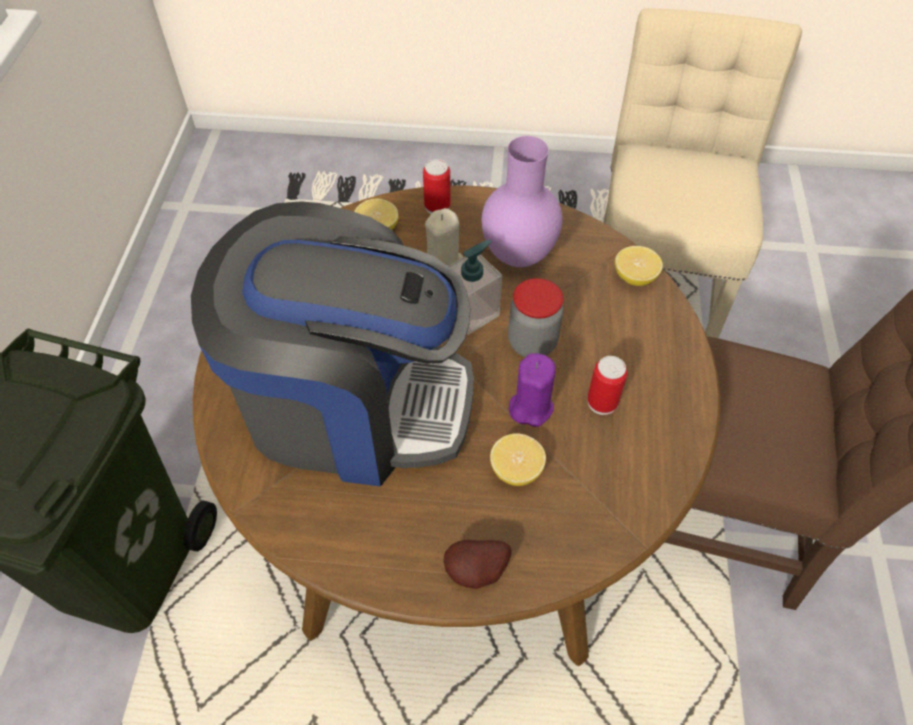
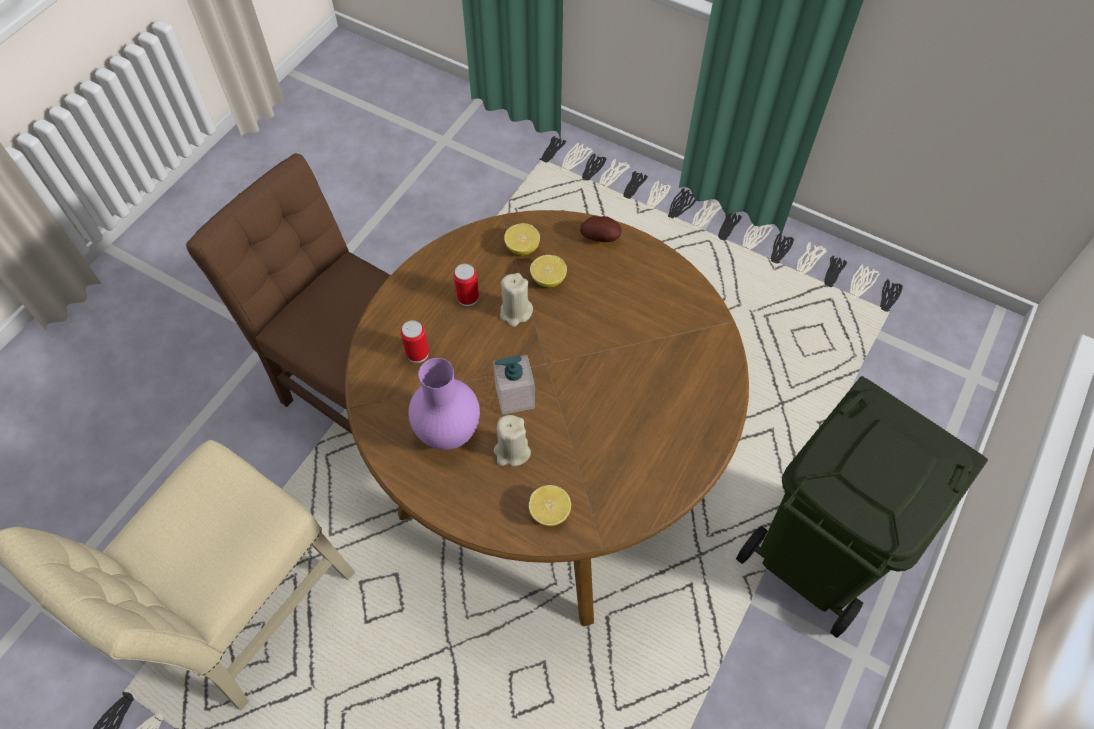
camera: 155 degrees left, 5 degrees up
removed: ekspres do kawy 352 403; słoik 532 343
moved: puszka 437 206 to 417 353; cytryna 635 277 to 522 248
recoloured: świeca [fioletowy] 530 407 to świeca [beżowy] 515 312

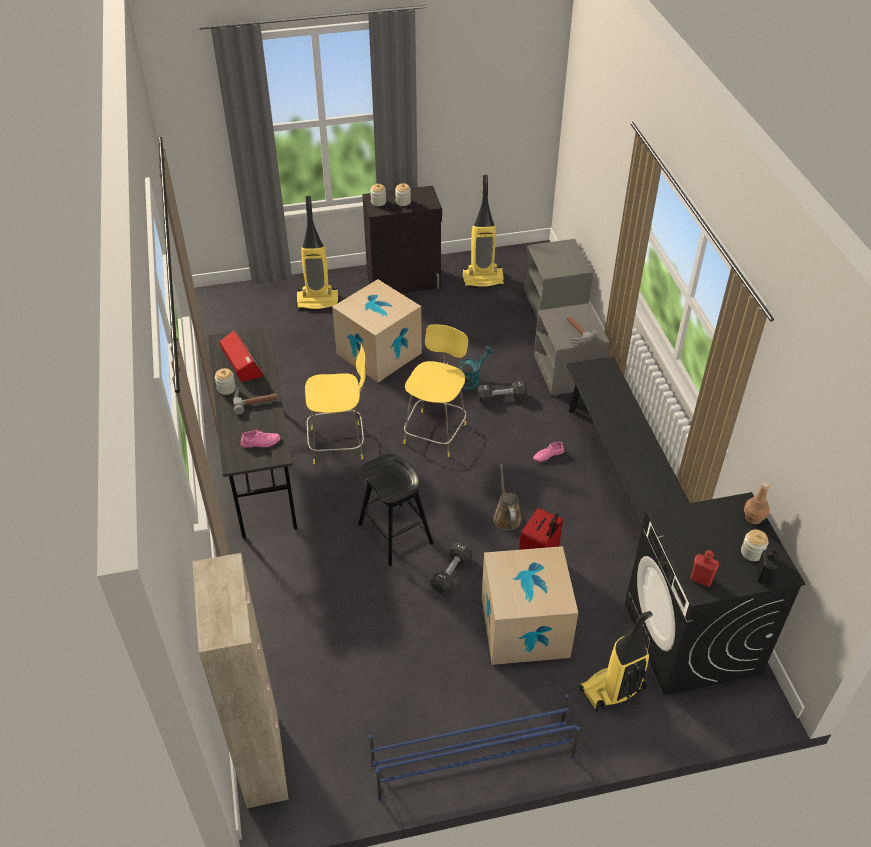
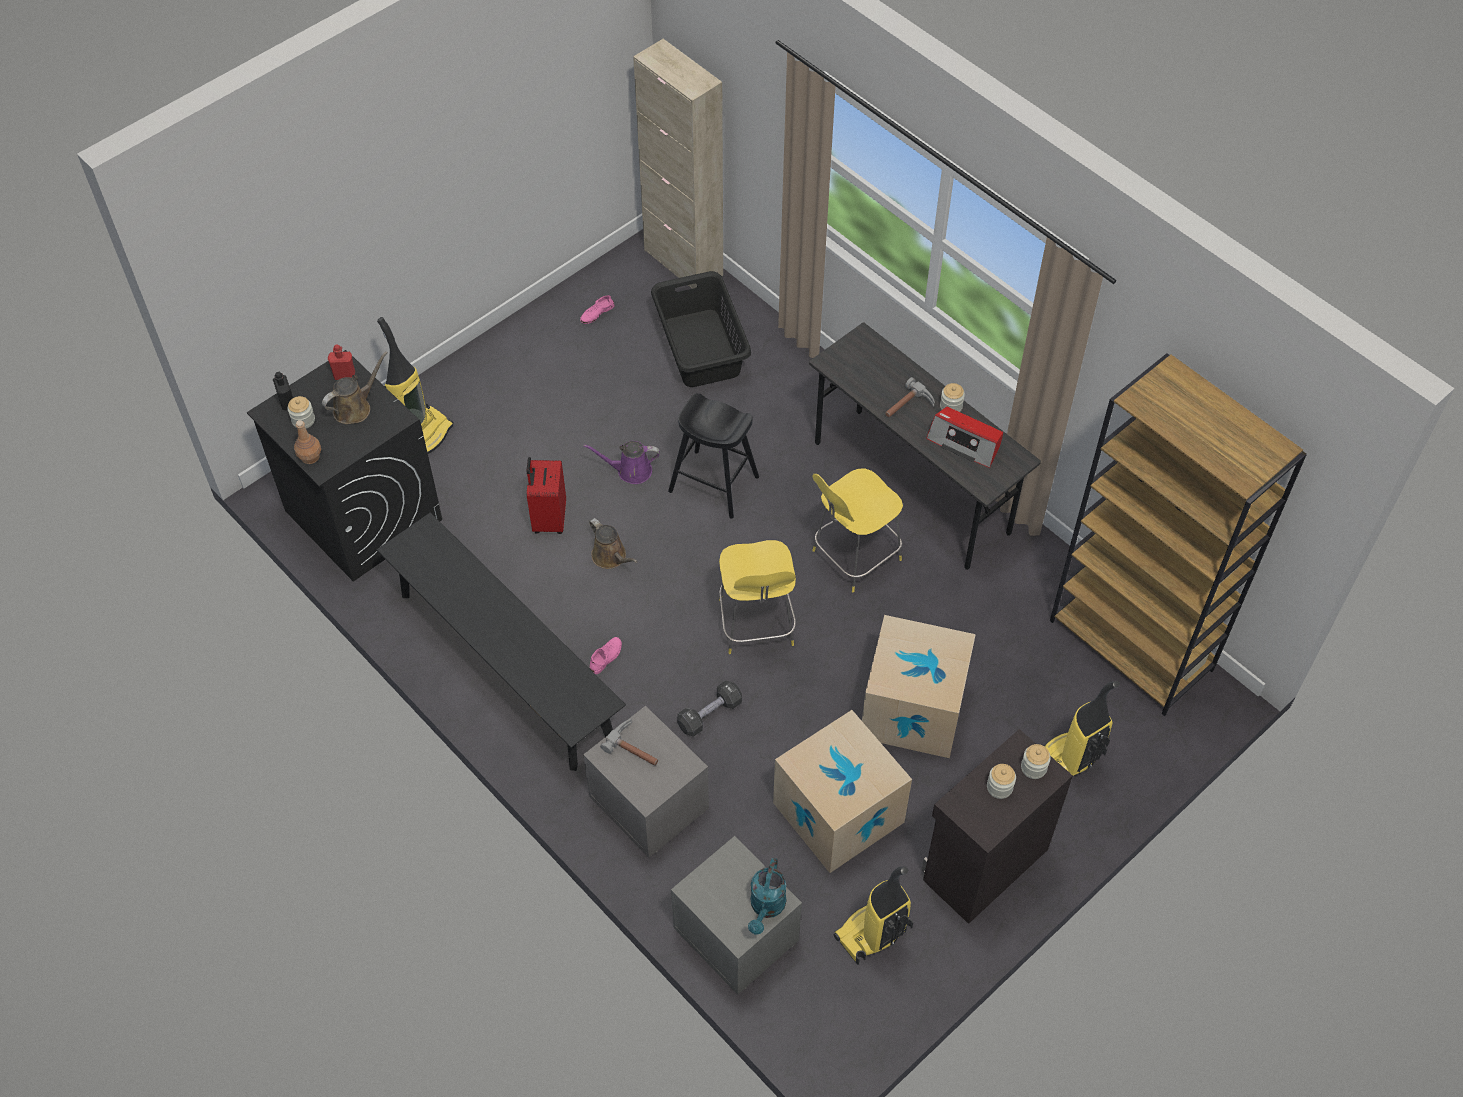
camera: 150 degrees right, 10 degrees up
removed: regał na buty [niebieski] 472 760
added: konewka [brązowy] 355 407; kosz na pranie [czarny] 701 347; regał [brązowy] 1132 645
moved: but [różowy] 260 442 to 597 313; konewka [turkusowy] 471 380 to 766 907; karton 524 627 to 838 812
replaced: hantel [czarny] 451 573 to konewka [fioletowy] 630 471

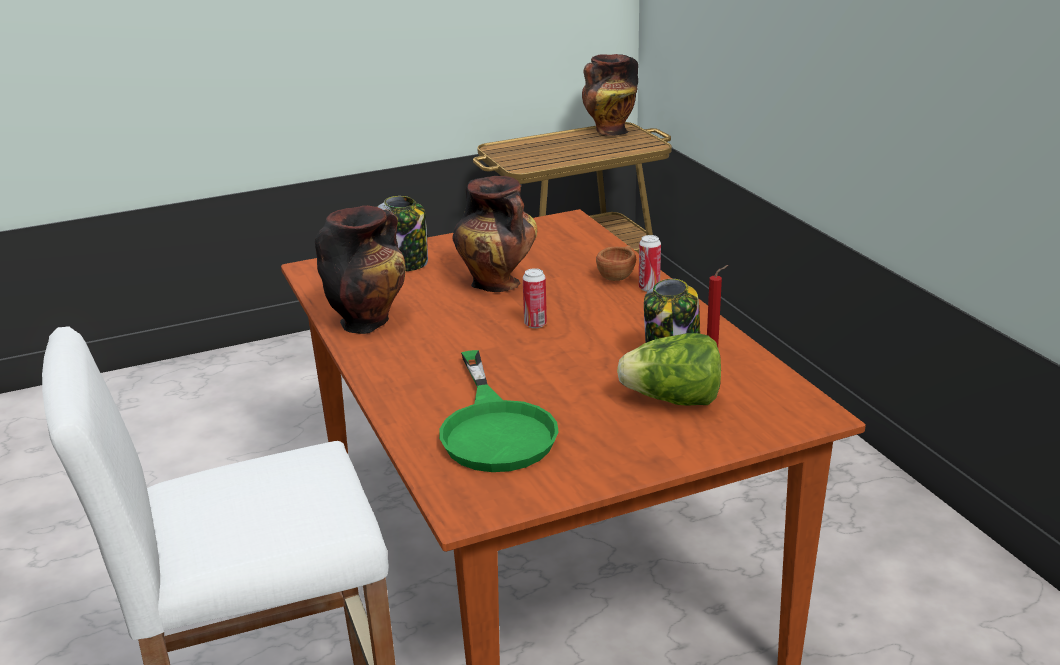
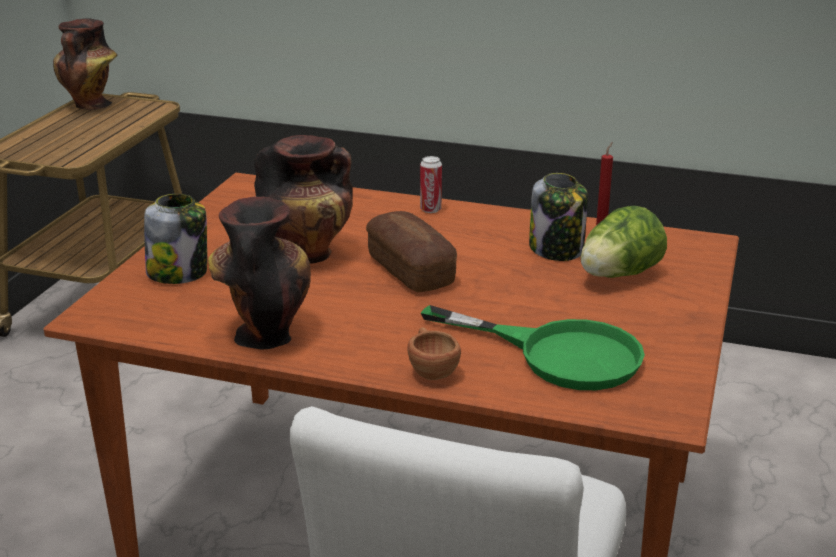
camera: 50 degrees left, 0 degrees up
moved: filiżanka [brązowy] 618 276 to 431 370
replaced: puszka 535 324 to chleb 410 270

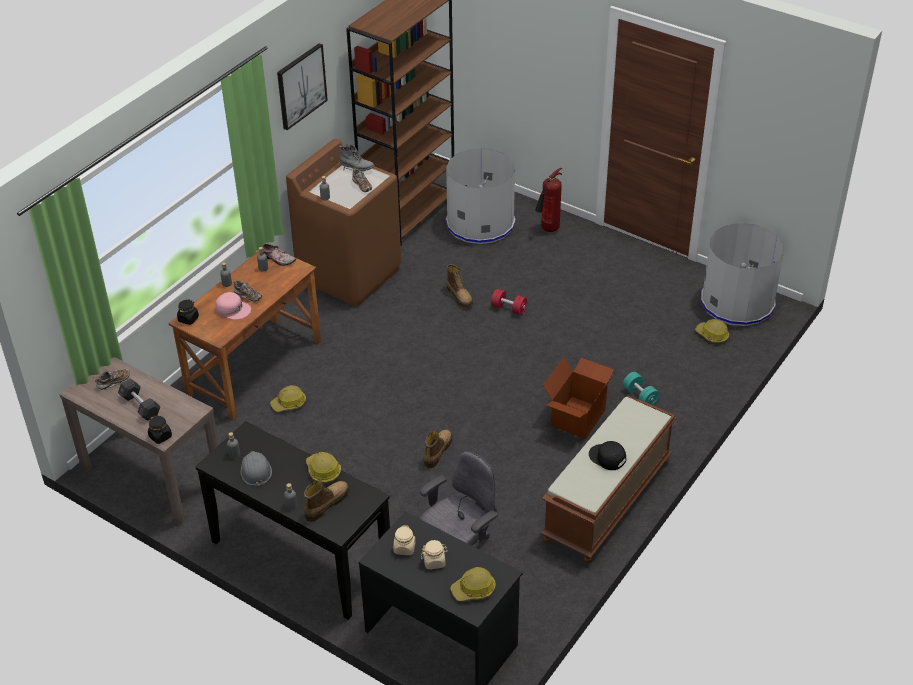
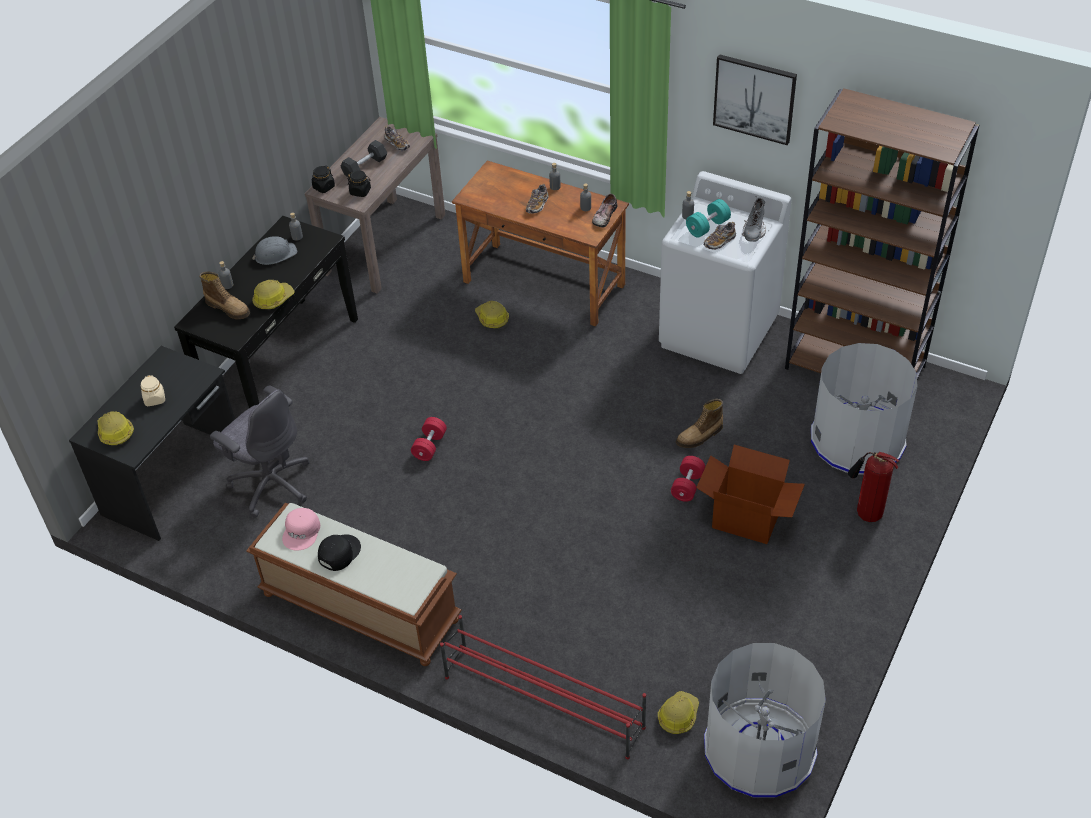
camera: 85 degrees right, 5 degrees up
removed: słoik [beżowy] 404 548
added: regał na buty [czerwony] 543 701
moved: słoik [czarny] 188 319 to 360 191; czapka z daszkiem [różowy] 233 309 to 302 532; karton 577 417 to 747 517; hantel [turkusowy] 640 396 to 707 227
replaced: but z cholewką 437 451 to hantel [czerwony] 429 446
recoloured: pralka [brązowy] 350 274 to pralka [biały] 719 332

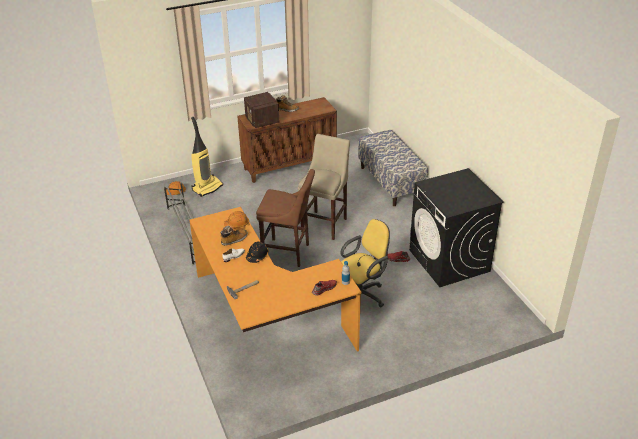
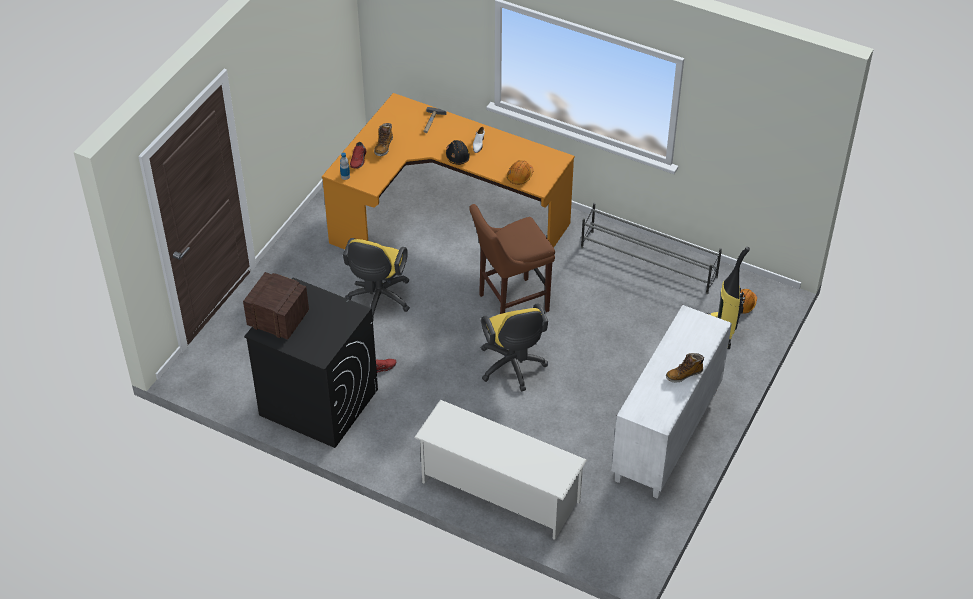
camera: 140 degrees right, 10 degrees up
moved: but z cholewką 234 240 to 384 146; radio 262 121 to 277 319
replaced: stołek [beżowy] 325 224 to krzesło biurowe [żółty] 513 368; ławka 391 182 to regał na buty [biały] 499 492
recoloured: szafka [brązowy] 289 165 to szafka [biały] 667 436

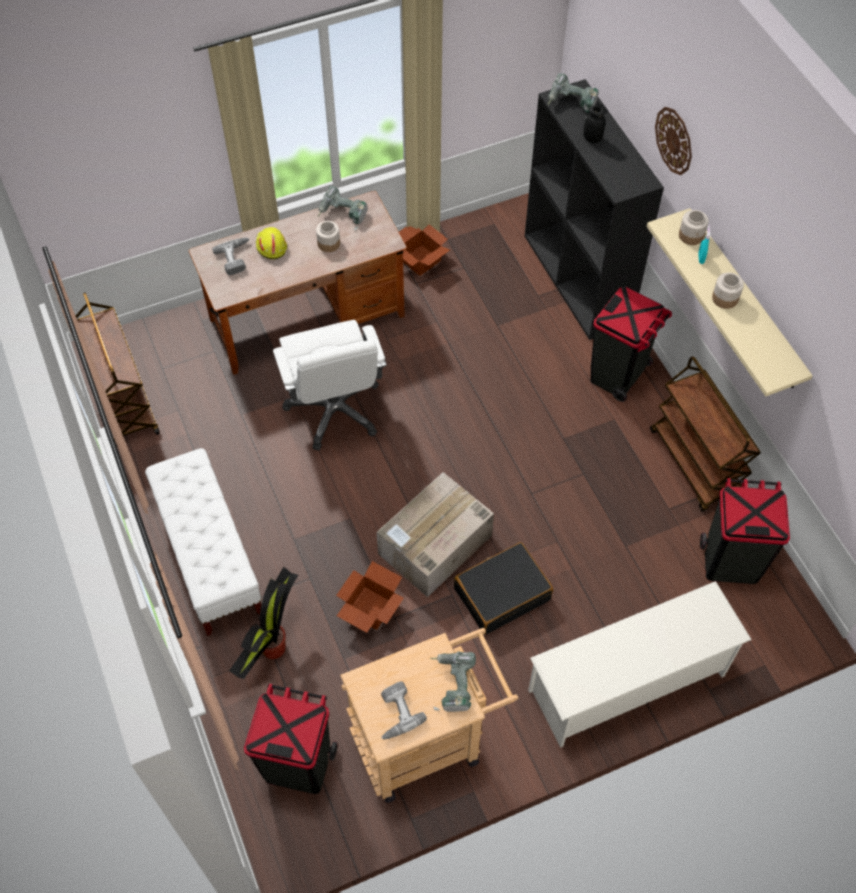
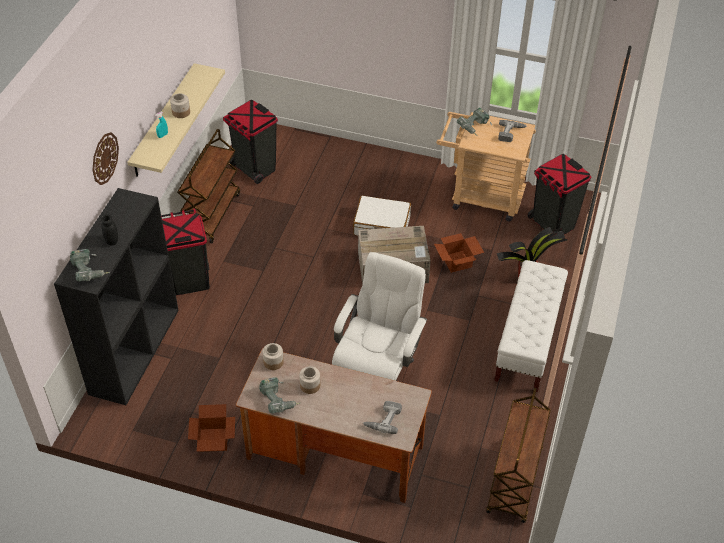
camera: 140 degrees left, 10 degrees down
removed: kask [żółty] 270 246; regał na buty [biały] 627 683
moved: słoik 691 235 to 273 362
recoloured: walizka [czarny] 502 593 to walizka [biały] 381 226

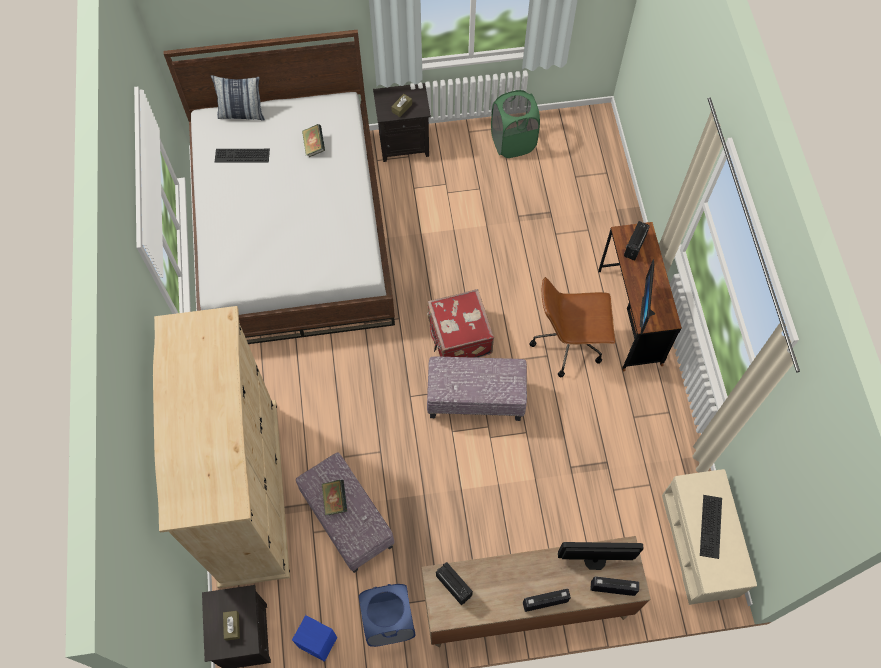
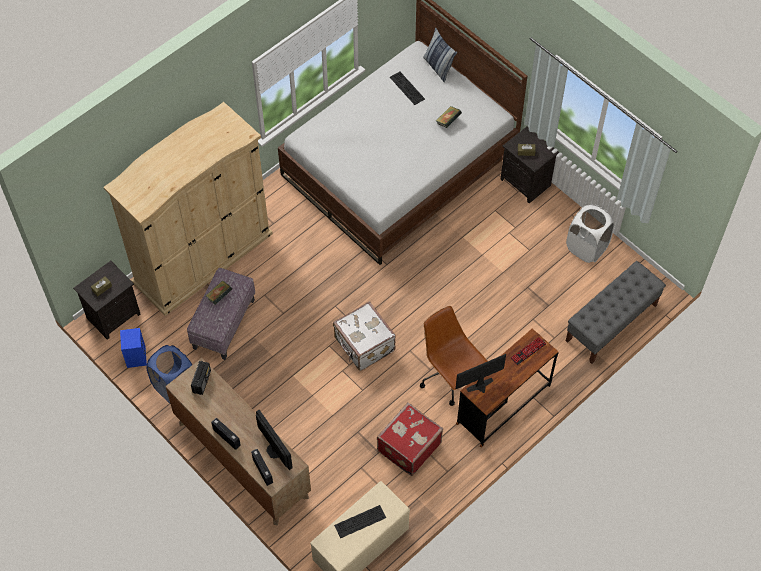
camera: 55 degrees right, 5 degrees down
added: ławka [szary] 611 323
moved: walizka [czerwony] 458 337 to 408 446
replaced: pufa 476 398 to walizka [biały] 364 345; radio 634 246 to klawiatura 528 351
recoloured: kosz na pranie [zielony] 513 143 to kosz na pranie [biały] 587 247

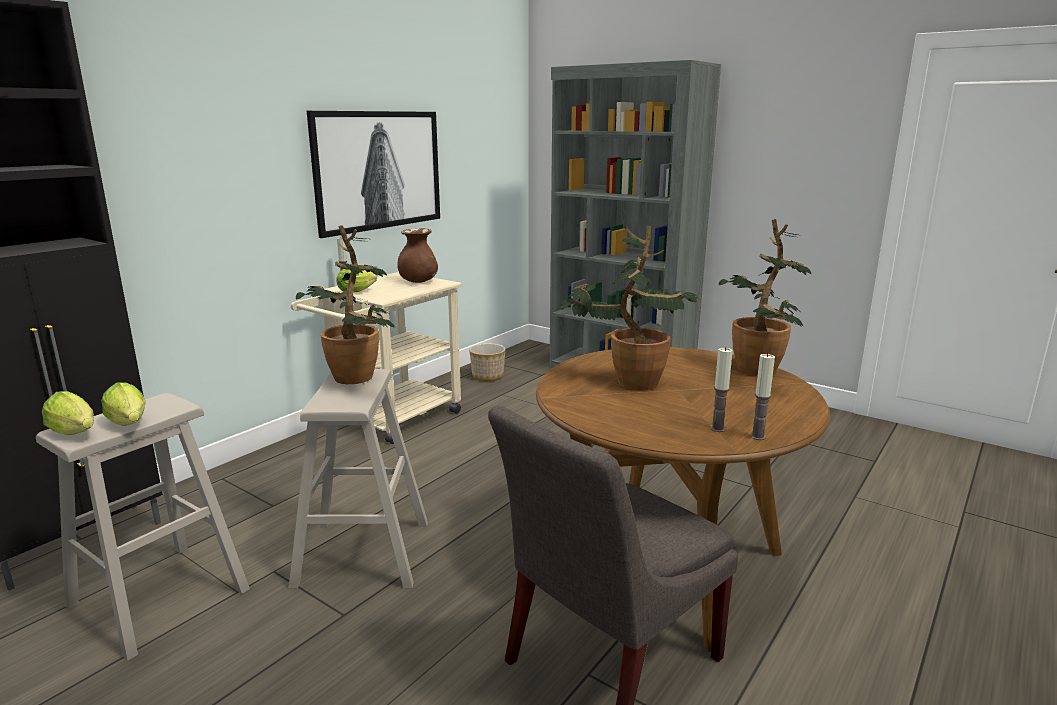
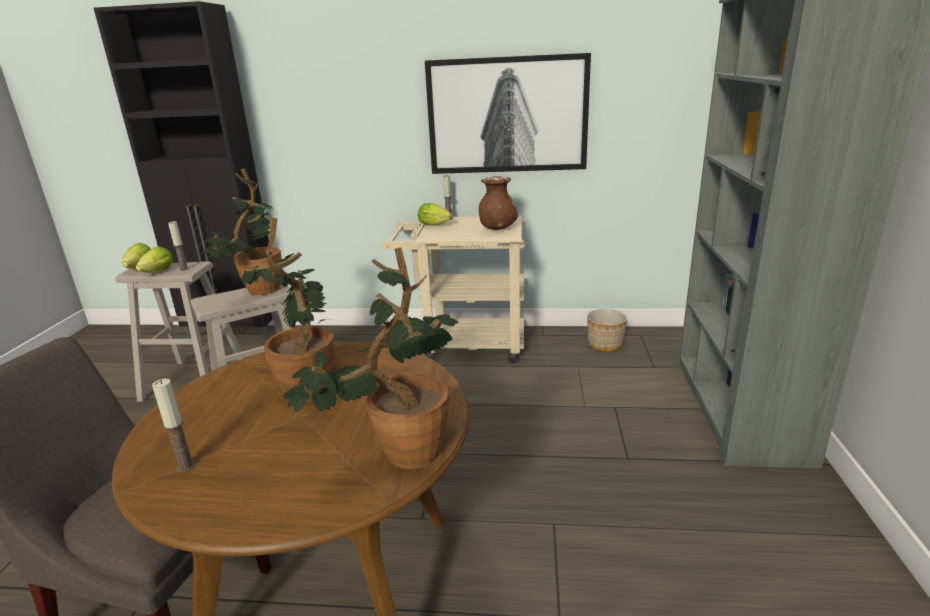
camera: 60 degrees right, 5 degrees up
moved: świeca 758 437 to 184 269

